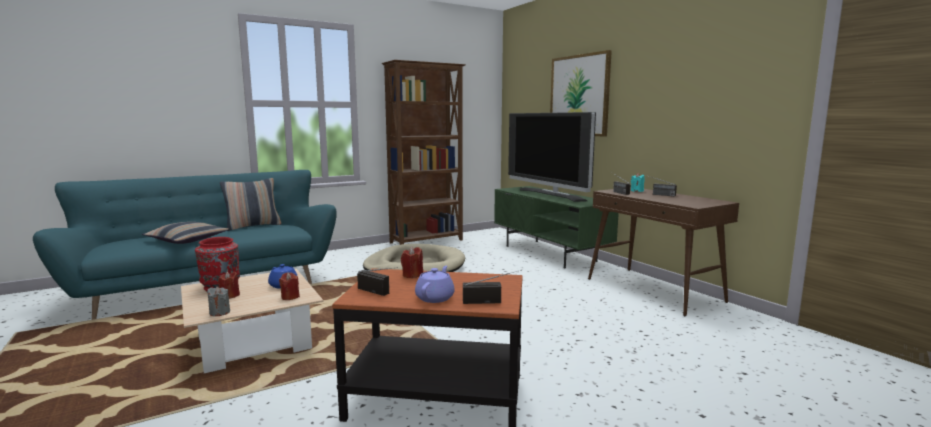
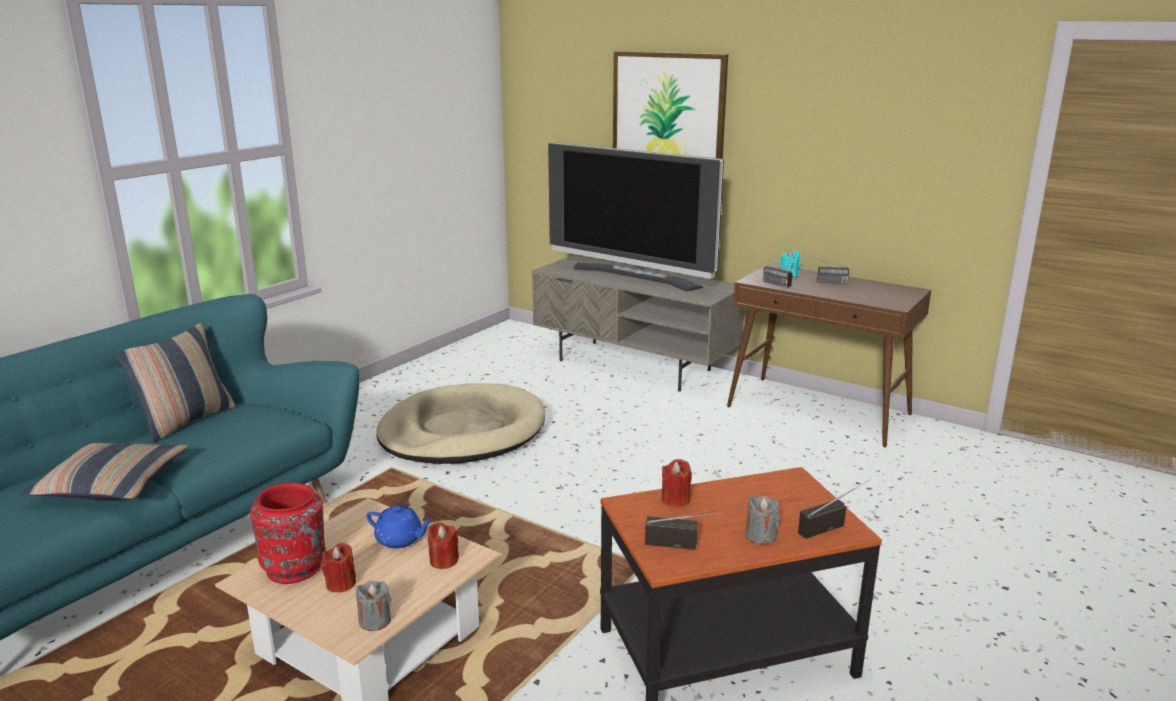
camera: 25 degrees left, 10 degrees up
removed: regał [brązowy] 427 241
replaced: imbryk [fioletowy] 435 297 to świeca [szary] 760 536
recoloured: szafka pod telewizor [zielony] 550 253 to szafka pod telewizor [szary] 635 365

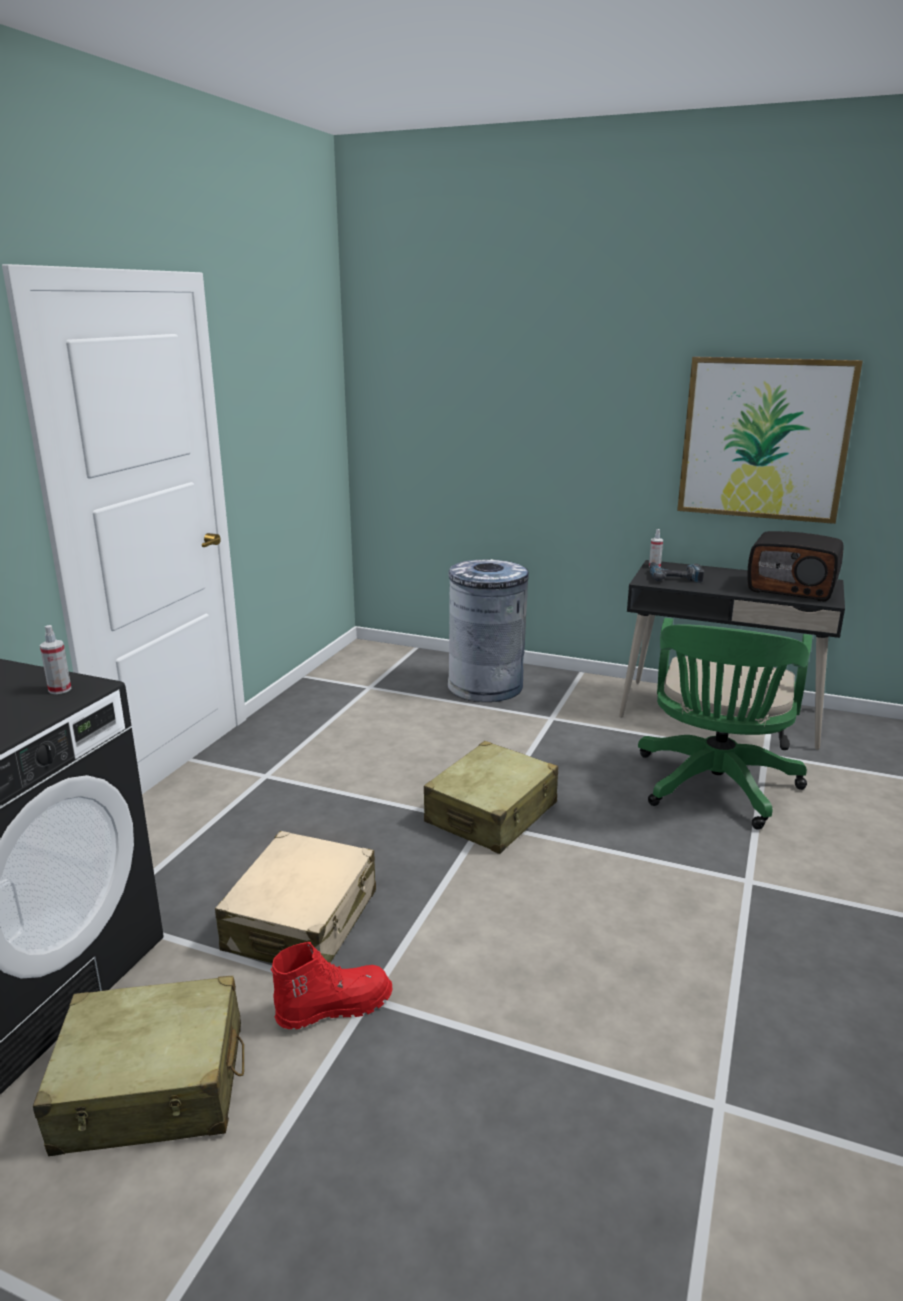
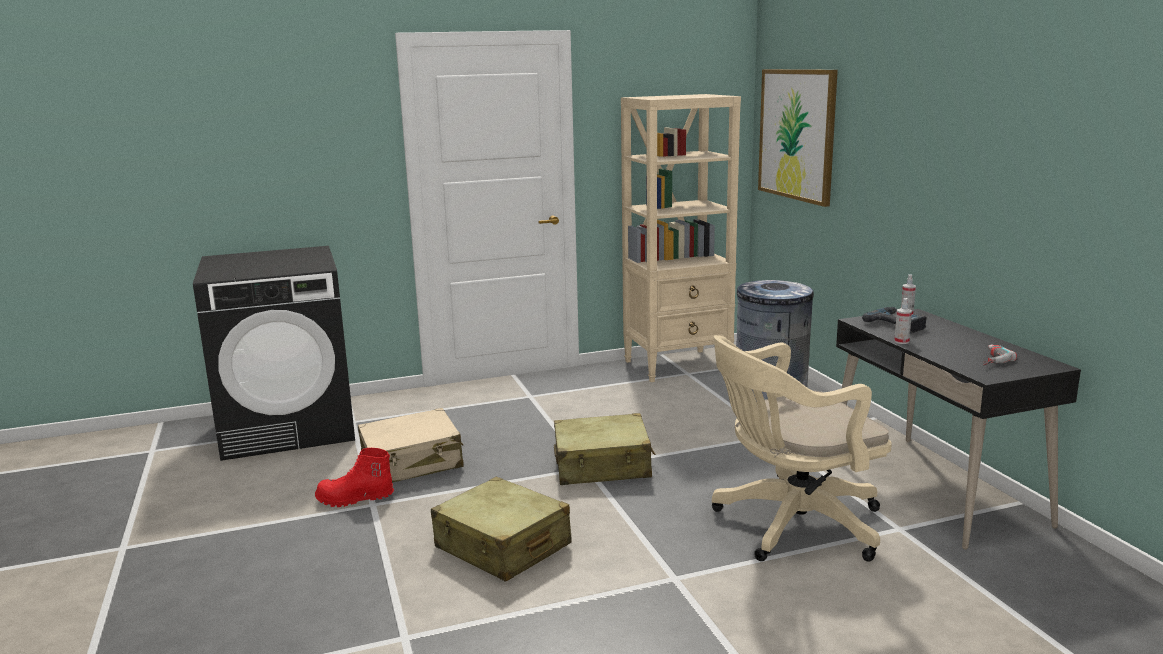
camera: 50 degrees right, 5 degrees down
added: regał [beżowy] 678 366
moved: walizka [beżowy] 152 1087 to 502 546; spryskiwacz 60 689 to 901 341; obraz 764 439 to 797 134
replaced: radio 792 588 to wiertarka 987 359
recoloured: krzesło biurowe [zielony] 714 788 to krzesło biurowe [beżowy] 791 525
turned: but z cholewką [czerwony] 334 1007 = 355 499 150 degrees clockwise

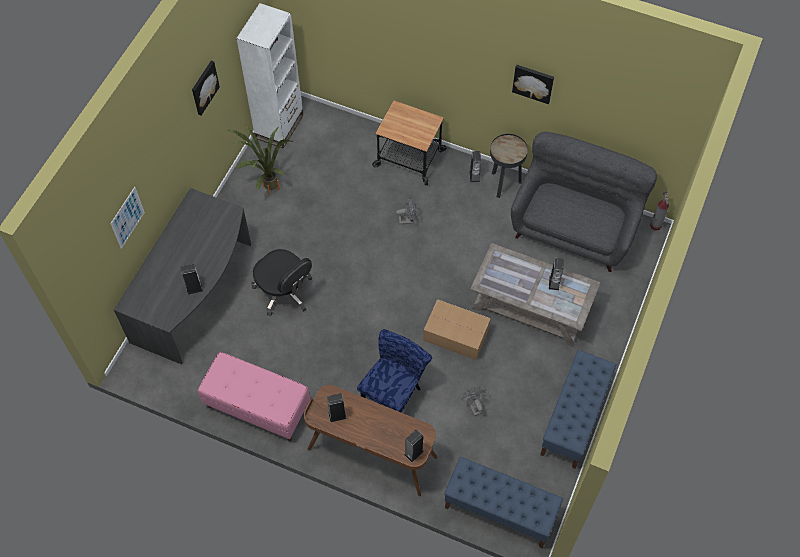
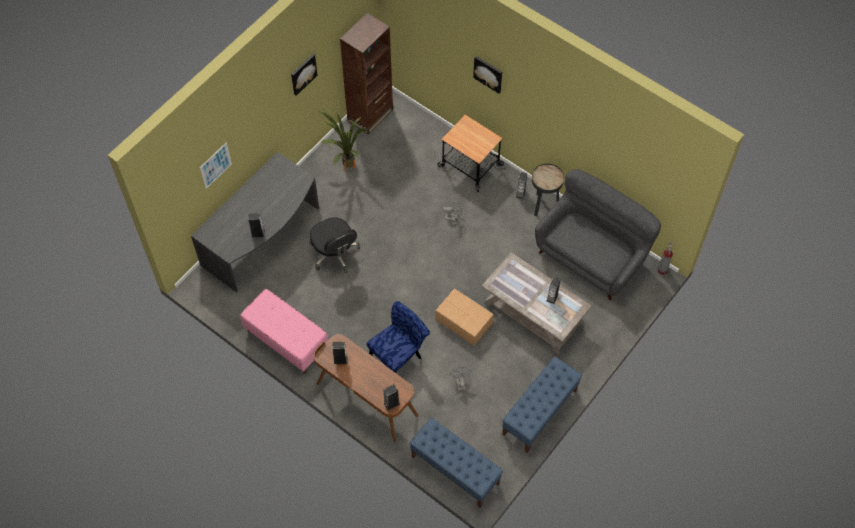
camera: 15 degrees right, 0 degrees up
moved: obraz 533 83 to 488 73
recoloured: regał [biały] 279 126 to regał [brązowy] 370 115

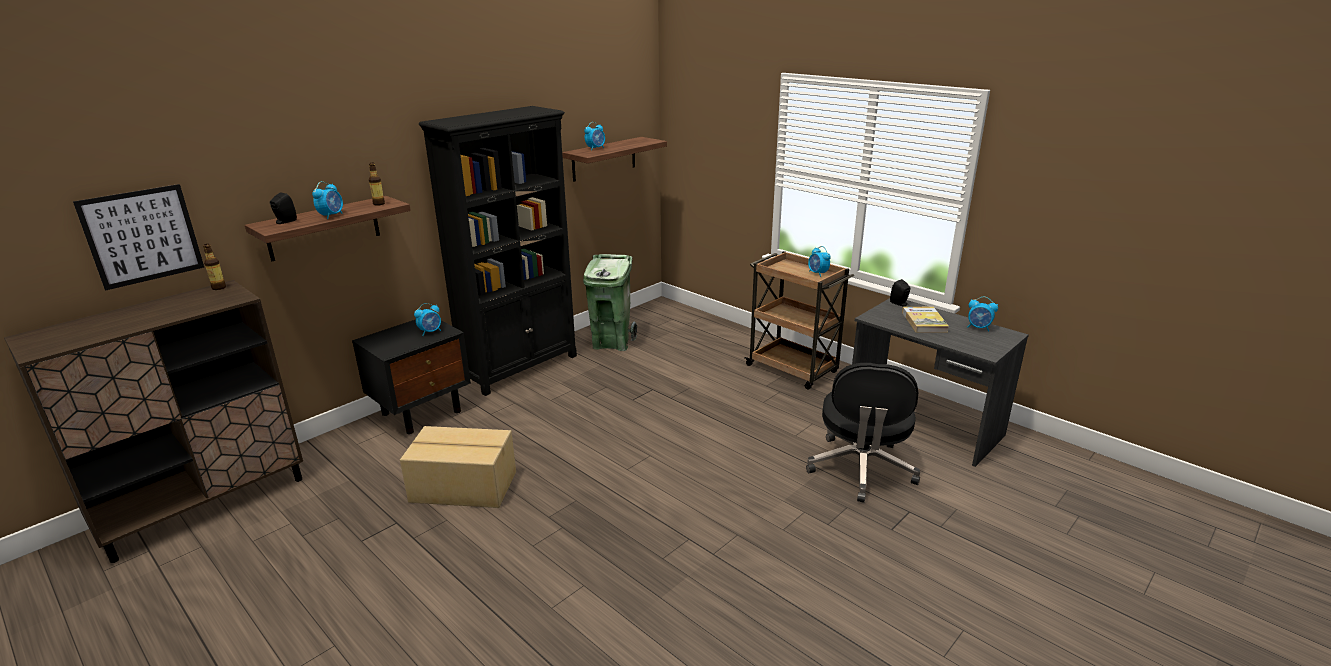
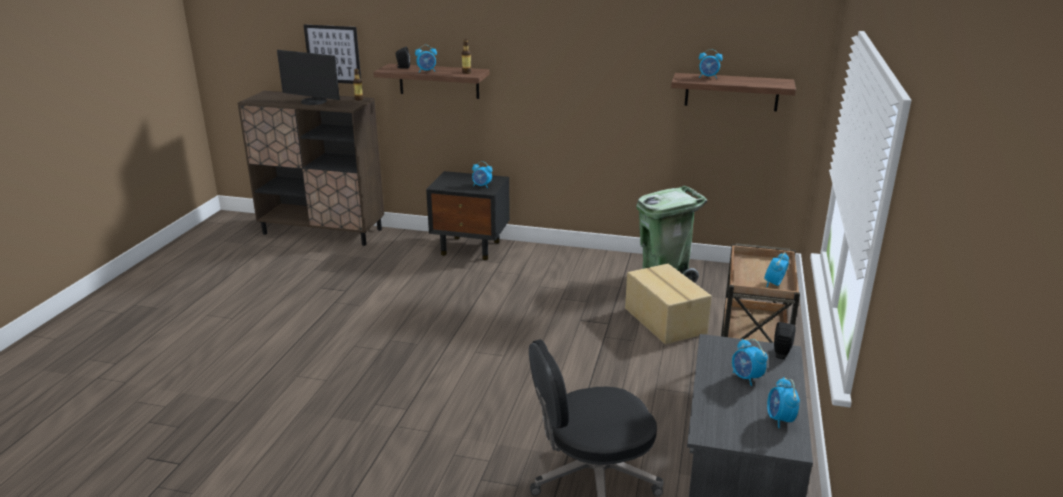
camera: 60 degrees right, 0 degrees up
removed: regał [czarny] 521 367
added: monitor 313 102
moved: karton 463 487 to 664 321
replaced: książka 924 322 to budzik 746 378

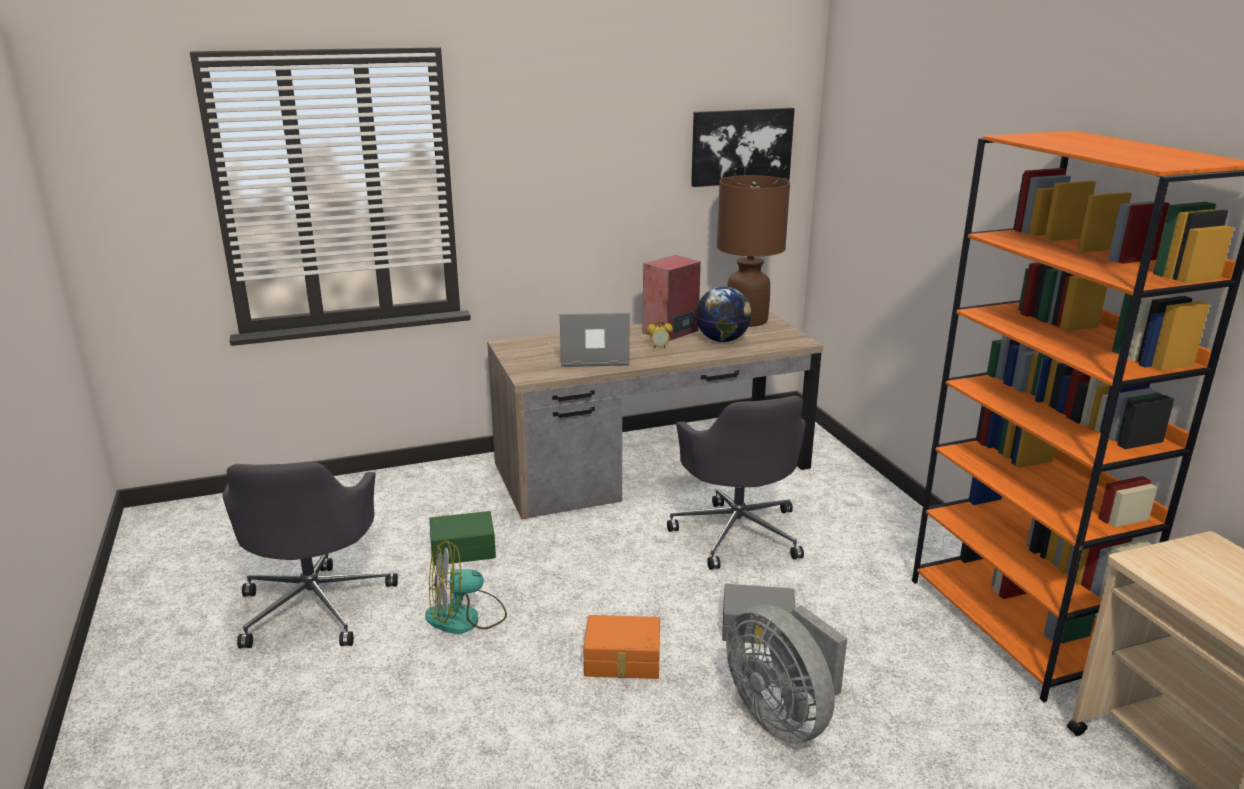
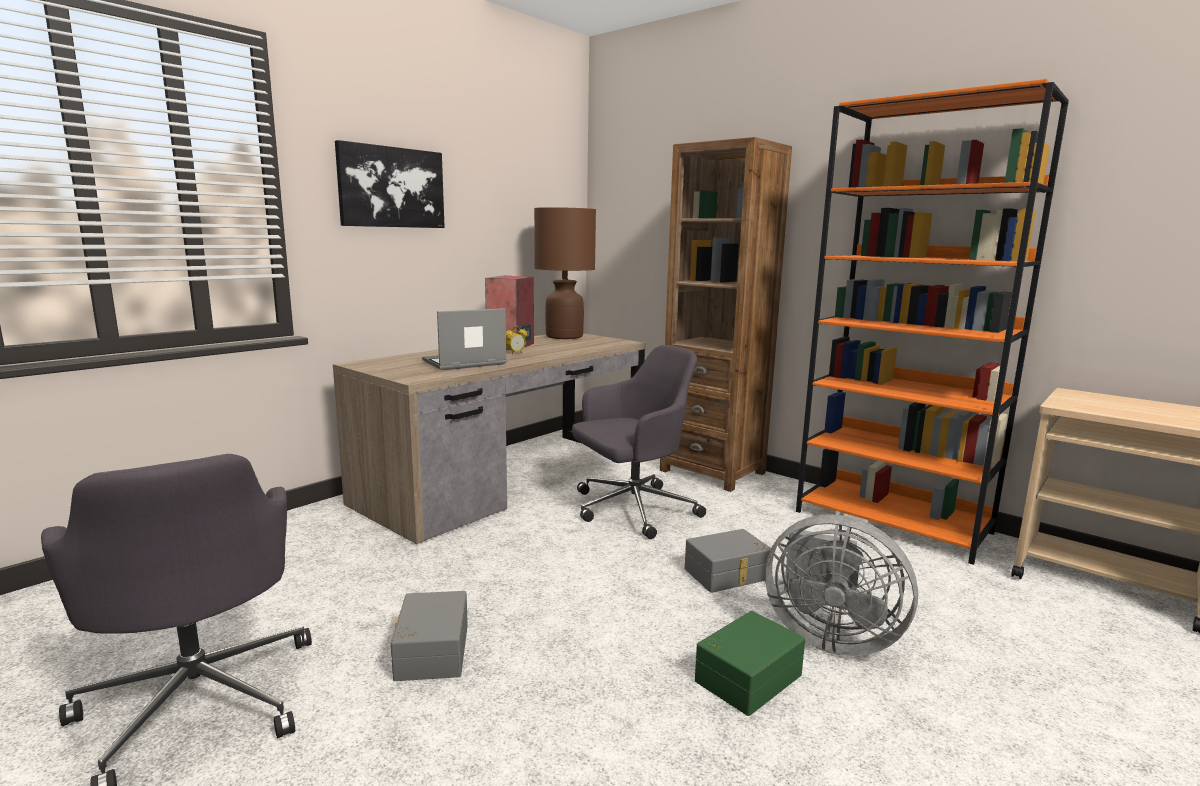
camera: 30 degrees left, 10 degrees down
removed: pojemnik do przechowywania [pomarańczowy] 622 661; globus 722 340
added: regał [brązowy] 712 471
moved: pojemnik do przechowywania [zielony] 463 548 to 746 676; obraz 741 146 to 391 187
replaced: wentylator 466 617 to pojemnik do przechowywania [szary] 430 651
turned: krzesło biurowe [szary] 737 532 = 632 509 75 degrees counterclockwise

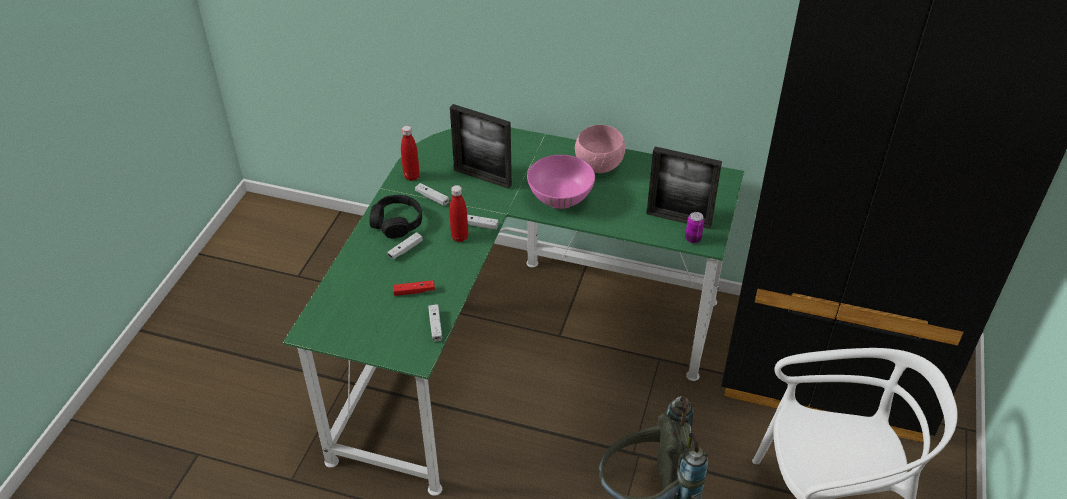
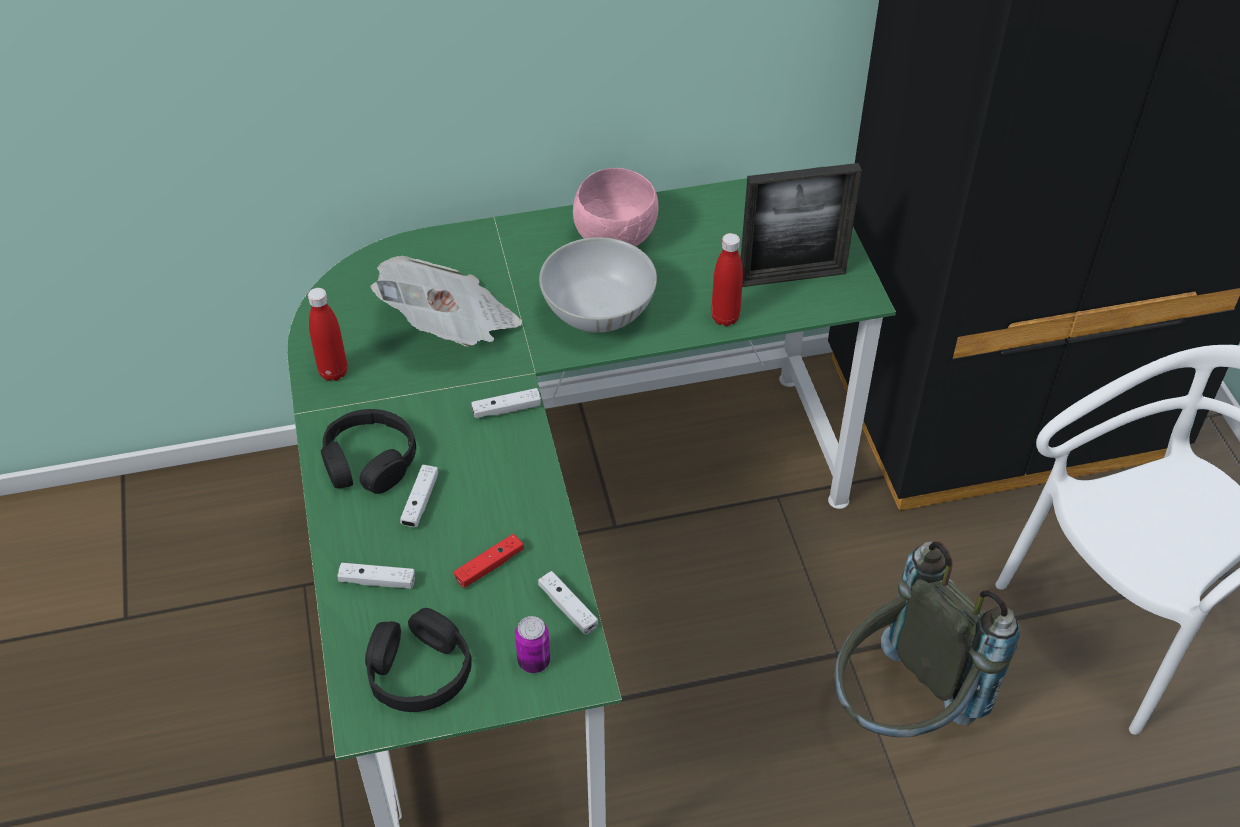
camera: 30 degrees left, 5 degrees up
added: słuchawki [czarny] 419 671
moved: pad do gier [biały] 432 198 to 377 581; butelka [czerwony] 459 237 to 725 318; puszka 693 239 to 534 661
replaced: ramka na zdjęcie 482 177 to gazeta 451 327
recoloured: miska [różowy] 560 198 to miska [biały] 598 313

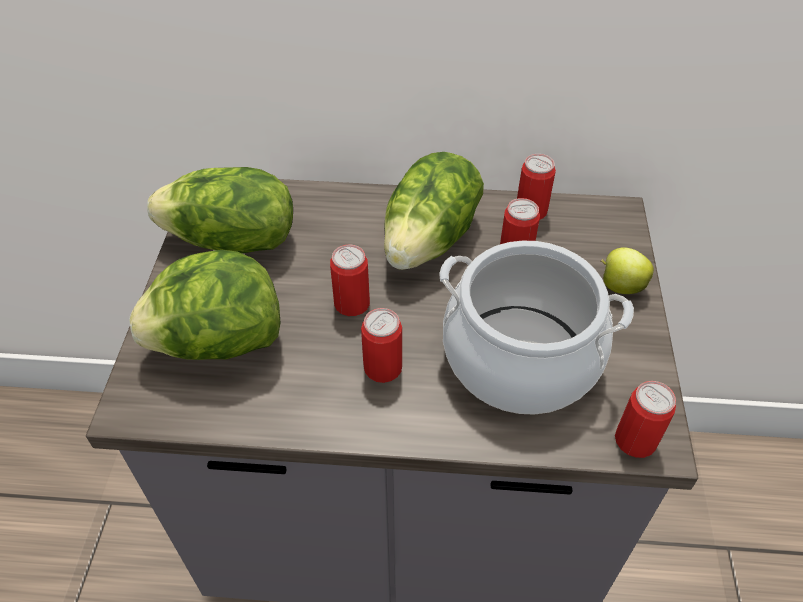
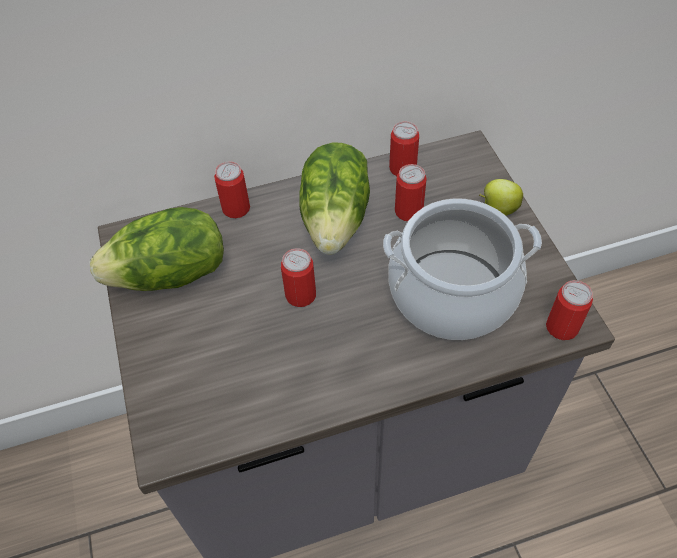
camera: 20 degrees left, 5 degrees up
removed: sałata 219 342
moved: puszka 383 367 to 236 208

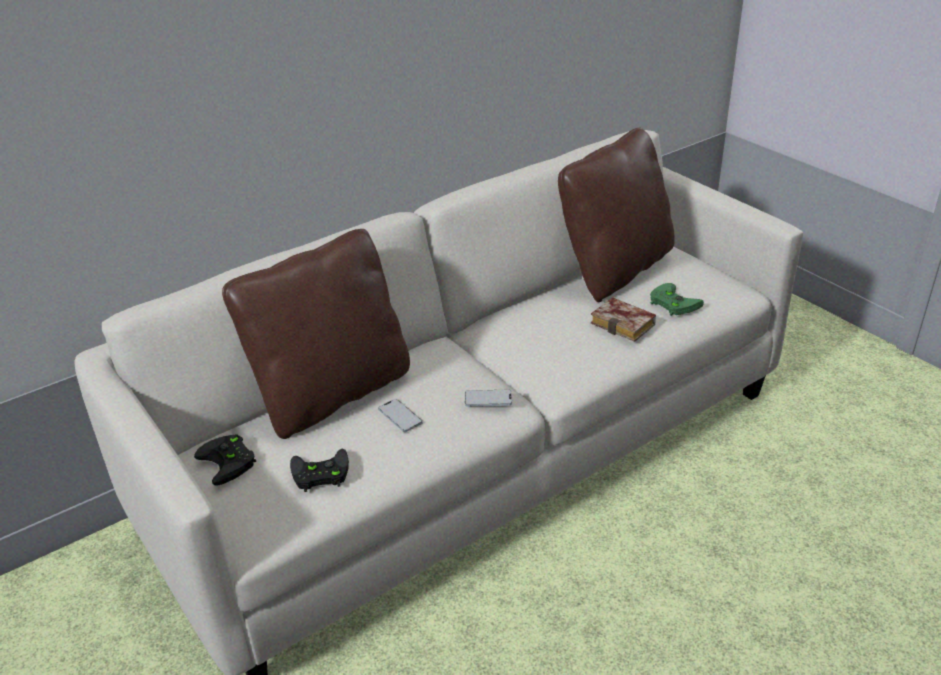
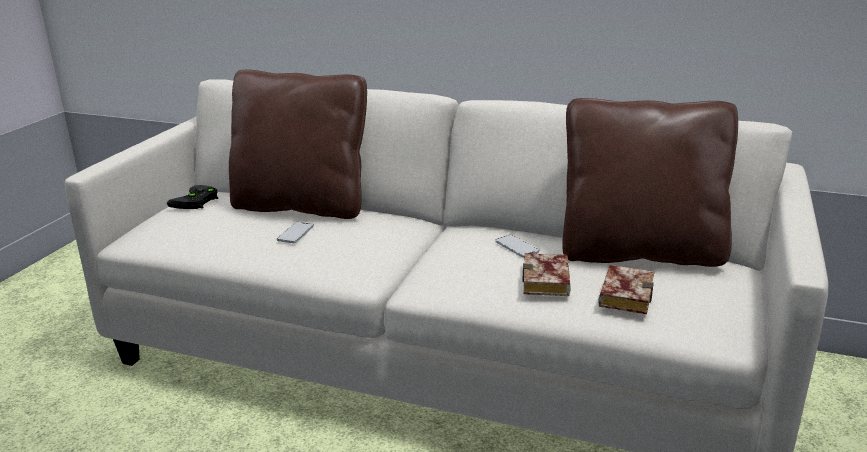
camera: 55 degrees right, 10 degrees down
removed: pad do gier [czarny] 318 474
moved: telefon 488 399 to 516 247
replaced: pad do gier [zielony] 671 302 to książka 624 294

